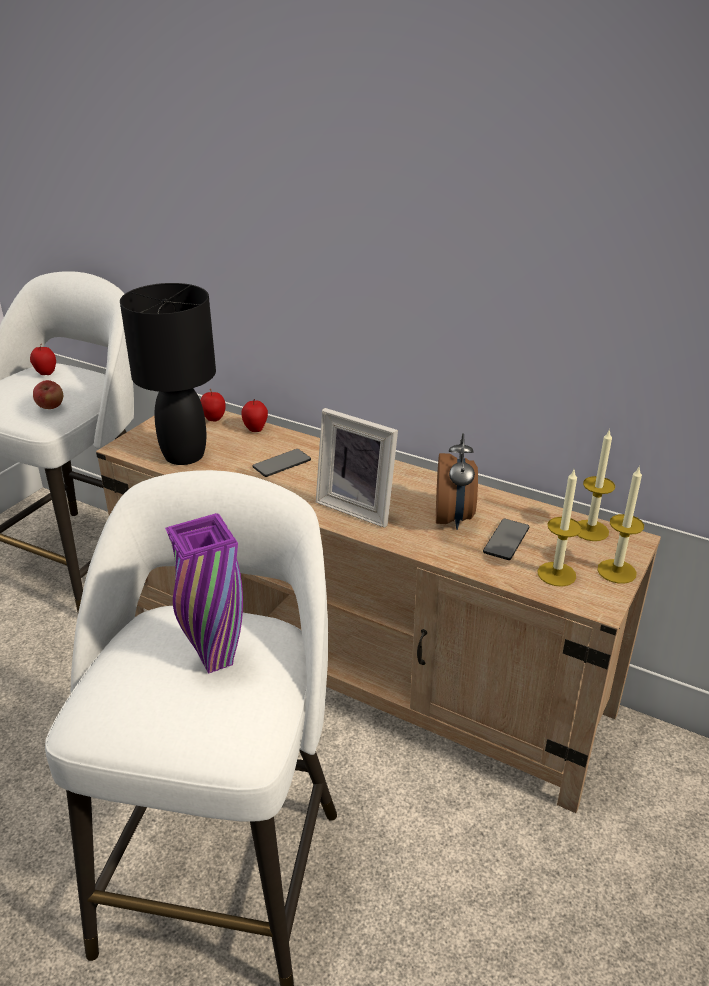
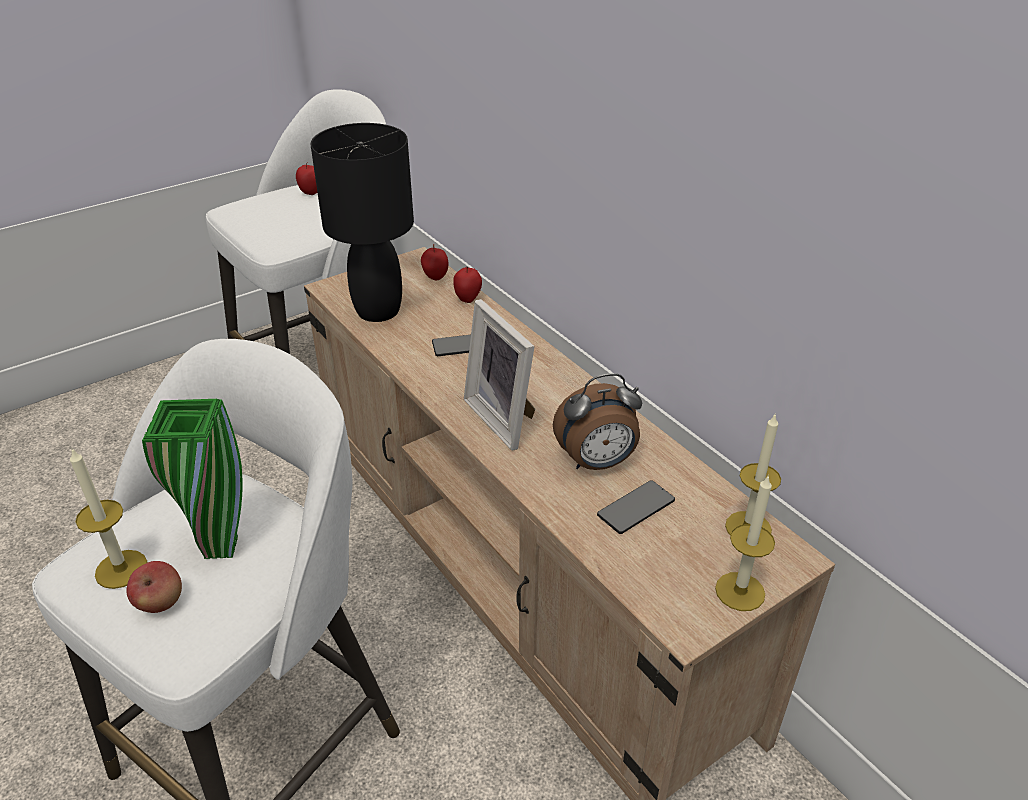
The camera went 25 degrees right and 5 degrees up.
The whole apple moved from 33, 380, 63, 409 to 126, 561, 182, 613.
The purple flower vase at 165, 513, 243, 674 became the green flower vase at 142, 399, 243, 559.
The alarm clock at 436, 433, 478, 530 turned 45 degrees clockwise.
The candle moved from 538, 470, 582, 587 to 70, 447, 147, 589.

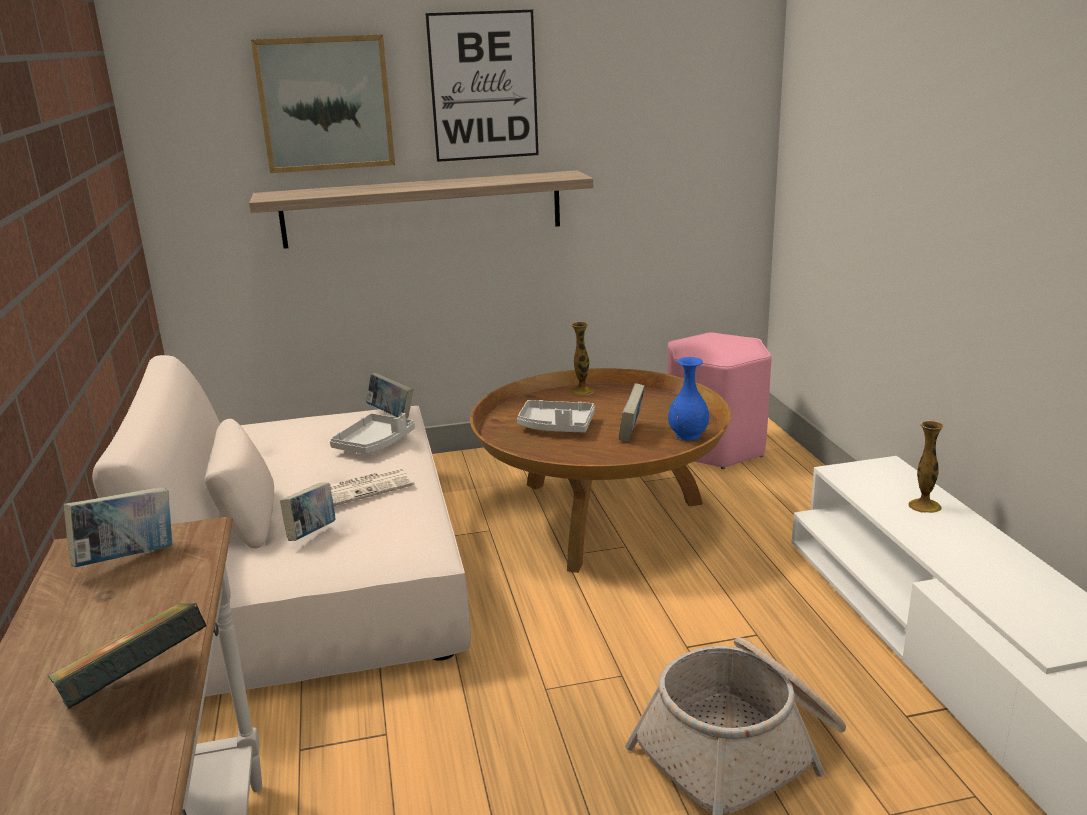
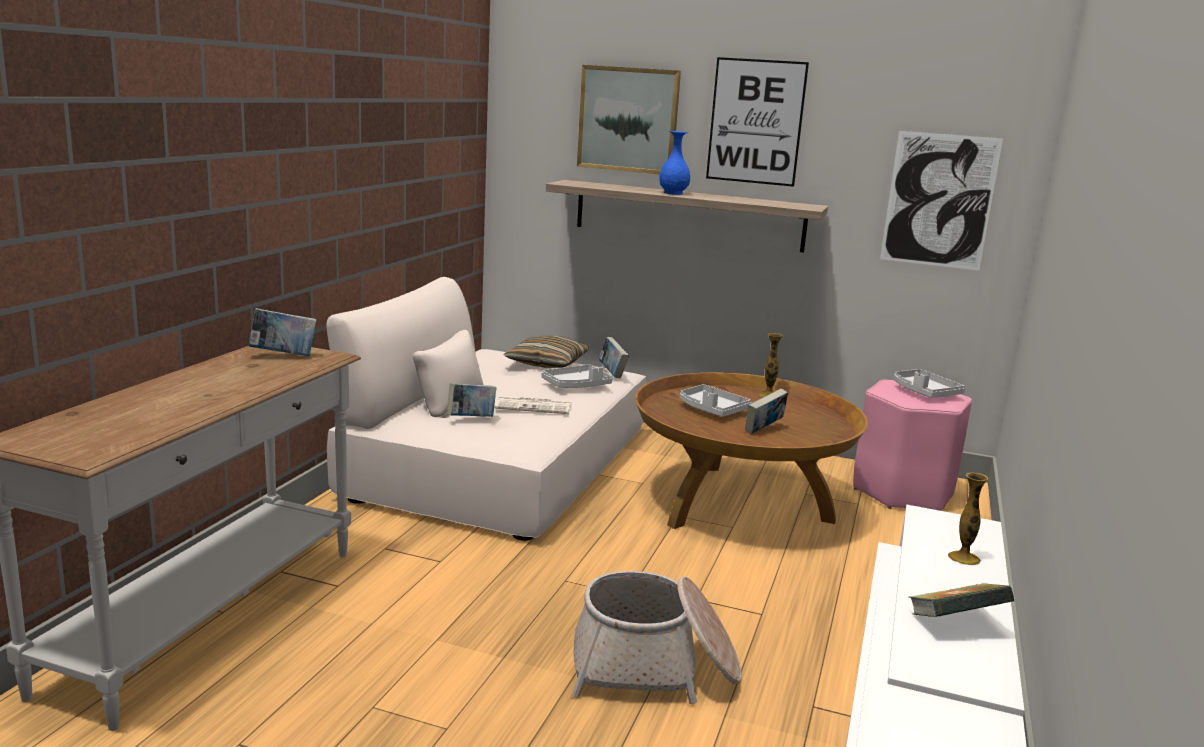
The camera went 30 degrees right and 5 degrees down.
The volume moved from 48, 603, 207, 710 to 909, 583, 1014, 617.
The bluish flower vase moved from 668, 357, 709, 440 to 659, 131, 690, 195.
The pillow at 504, 336, 590, 368 appeared.
The wall picture at 880, 131, 1003, 270 appeared.
The greyish carrying tray at 894, 369, 965, 398 appeared.

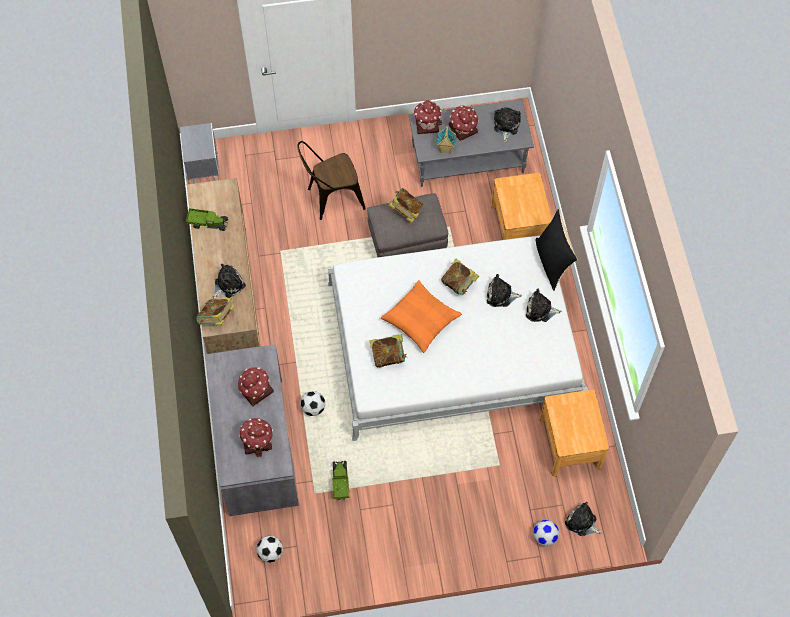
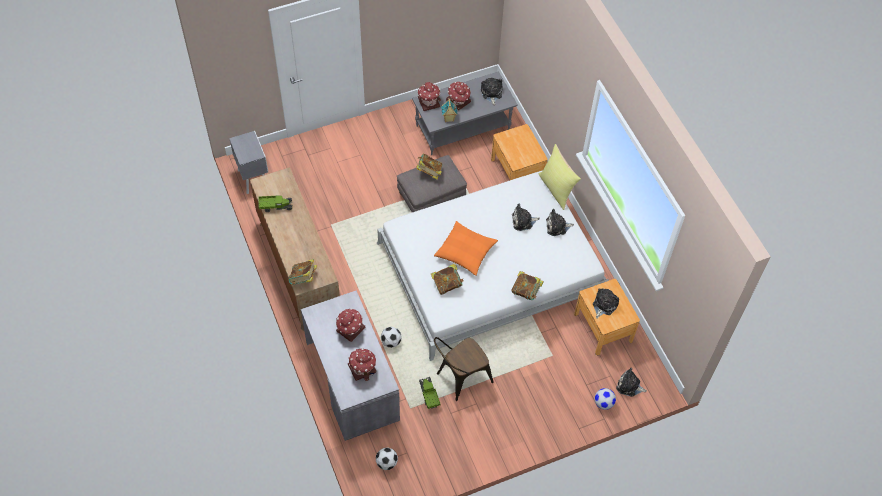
The camera went 15 degrees left and 5 degrees down.
The cuddly toy moved from 212, 264, 246, 299 to 593, 288, 619, 319.
The brownish chair moved from 297, 141, 366, 220 to 434, 337, 494, 401.
The volume moved from 441, 259, 479, 295 to 511, 271, 544, 300.
The blackish pillow at 536, 209, 577, 291 became the yellowish pillow at 539, 144, 581, 210.

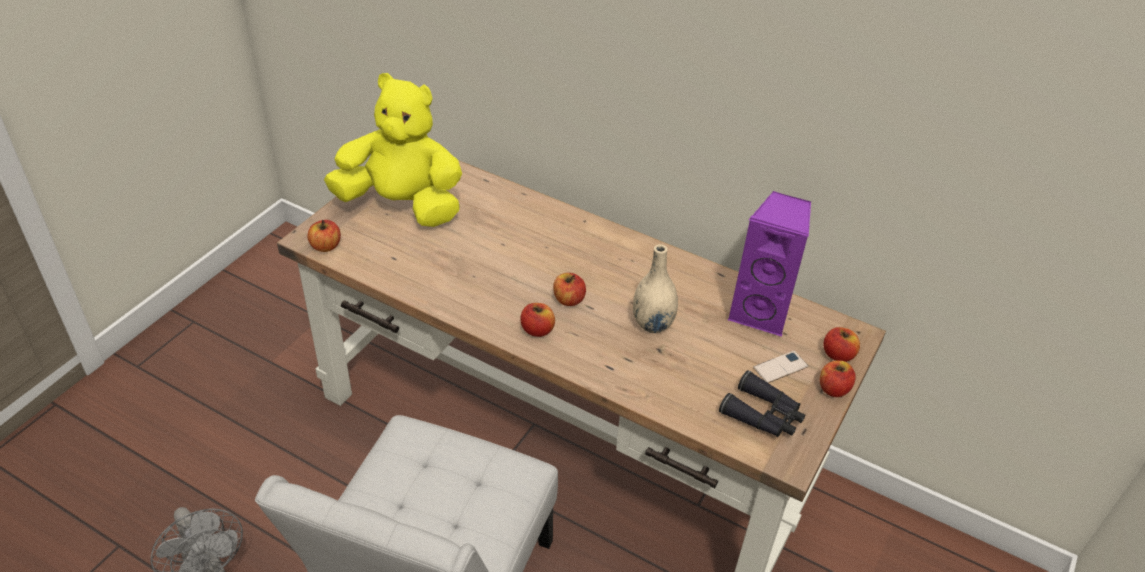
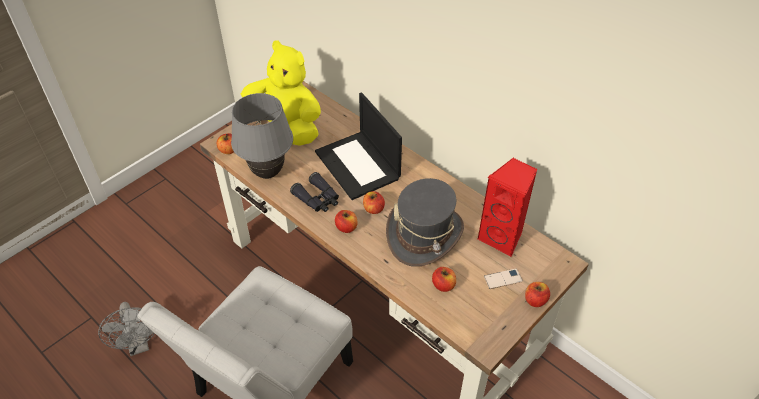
The camera went 15 degrees right and 5 degrees up.
The beige flower vase at 633, 244, 678, 333 was replaced by the greyish hat at 386, 178, 464, 267.
The blackish binoculars moved from 719, 370, 805, 437 to 290, 172, 339, 212.
The purple speaker at 728, 191, 811, 337 became the red speaker at 478, 158, 537, 257.
The whole apple moved from 824, 327, 860, 362 to 432, 267, 456, 292.
The greyish lamp for a table at 231, 93, 293, 179 appeared.
The notebook computer at 315, 92, 402, 200 appeared.

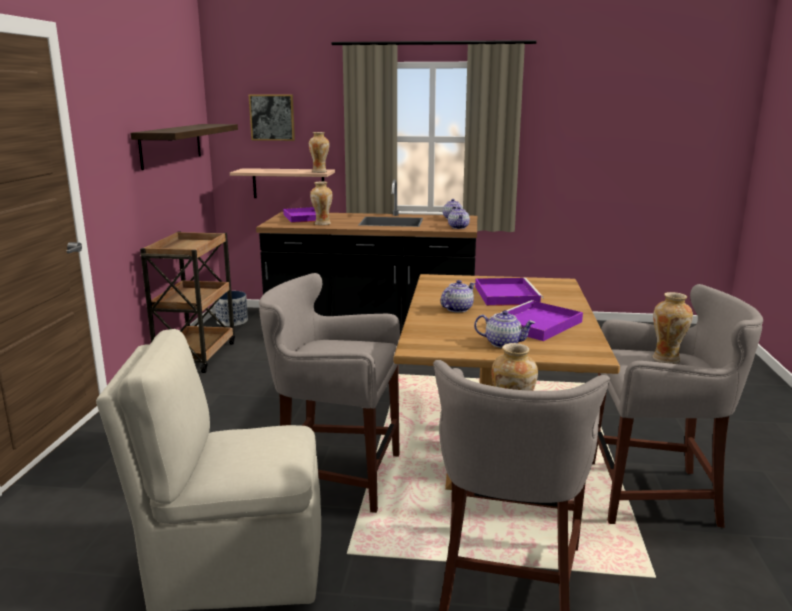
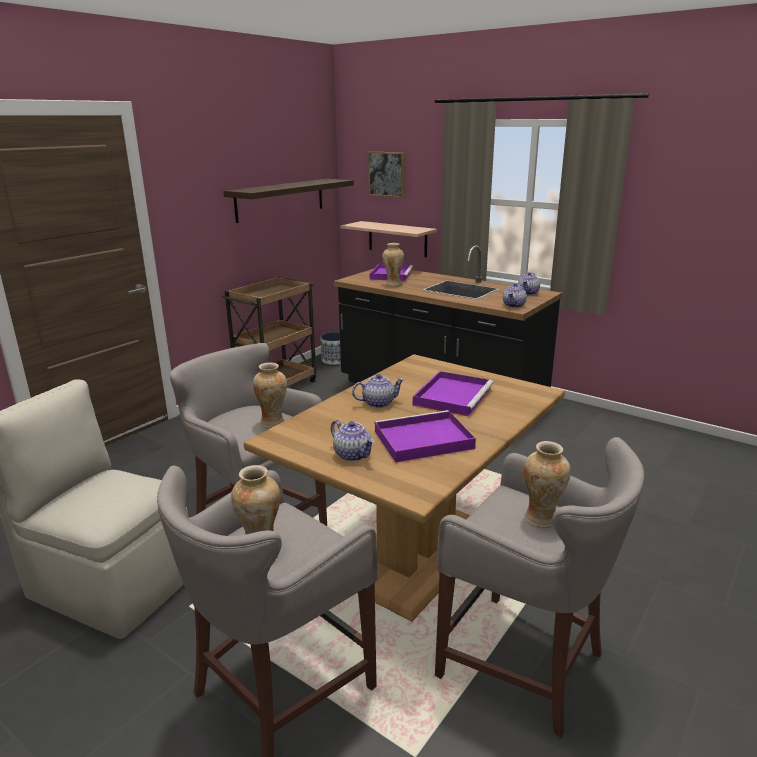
The camera went 30 degrees right and 5 degrees up.
The flower vase moved from 309, 132, 329, 173 to 253, 362, 287, 428.

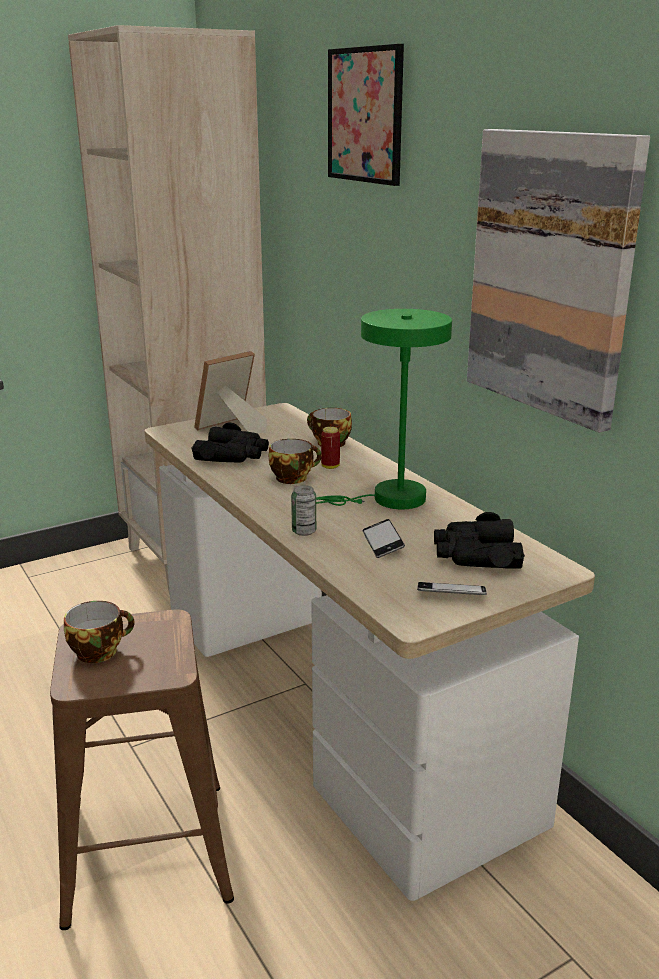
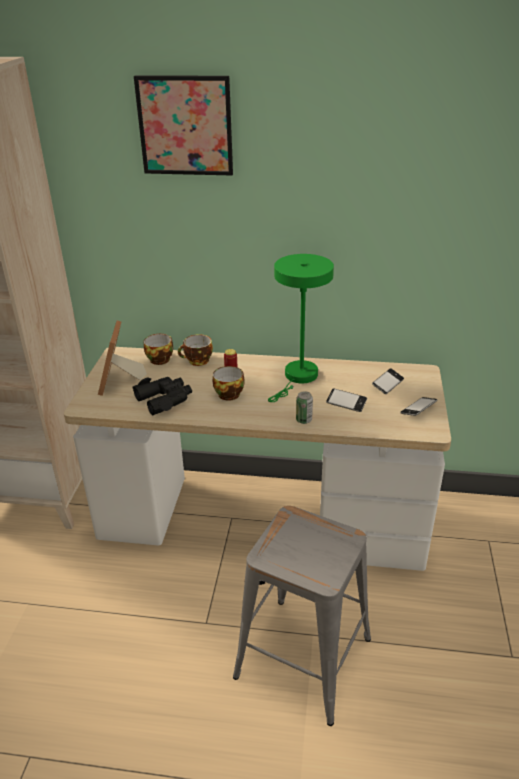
The camera went 50 degrees left and 10 degrees up.
The brownish stool at 50, 610, 234, 930 became the greyish stool at 233, 506, 371, 726.
The small cup moved from 64, 601, 135, 663 to 144, 334, 173, 365.
The blackish binoculars at 434, 512, 525, 569 was replaced by the phone at 372, 368, 404, 394.
The wall picture at 467, 129, 650, 433 disappeared.

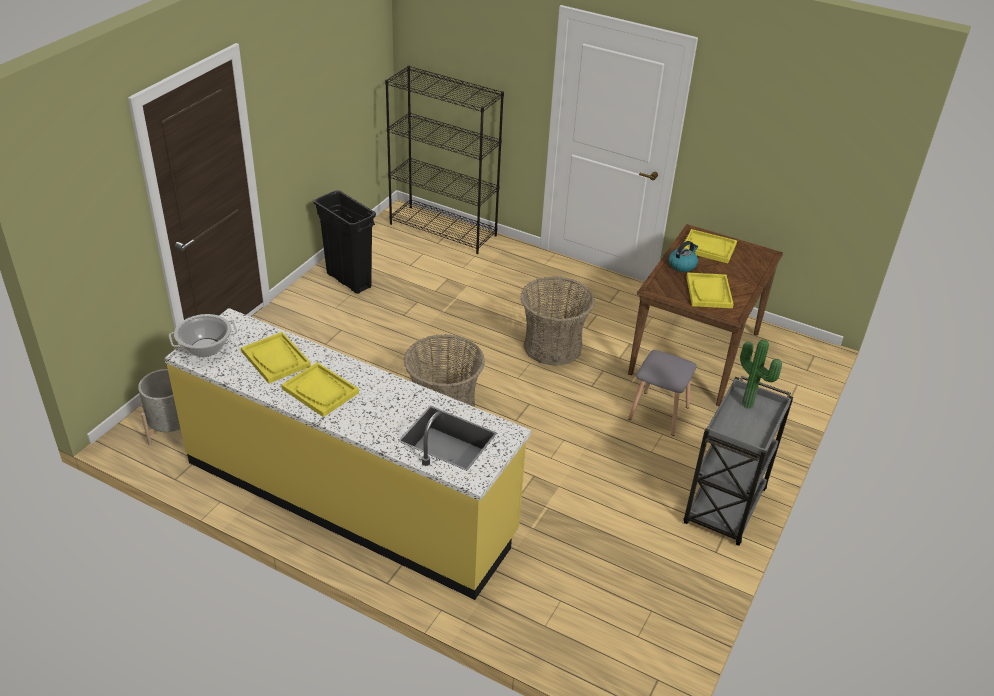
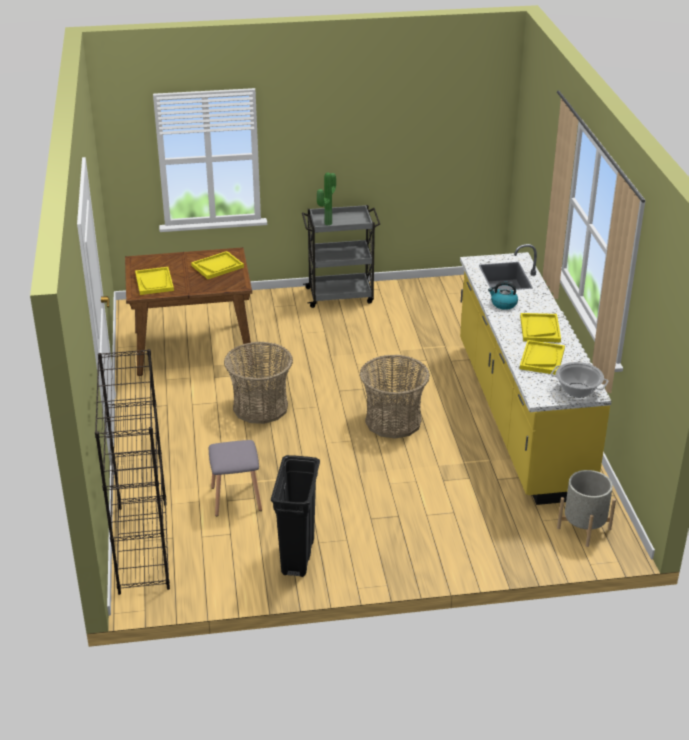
The camera went 125 degrees left and 5 degrees down.
The greyish stool moved from 628, 350, 697, 436 to 209, 440, 262, 516.
The water kettle moved from 669, 241, 698, 272 to 488, 282, 518, 310.

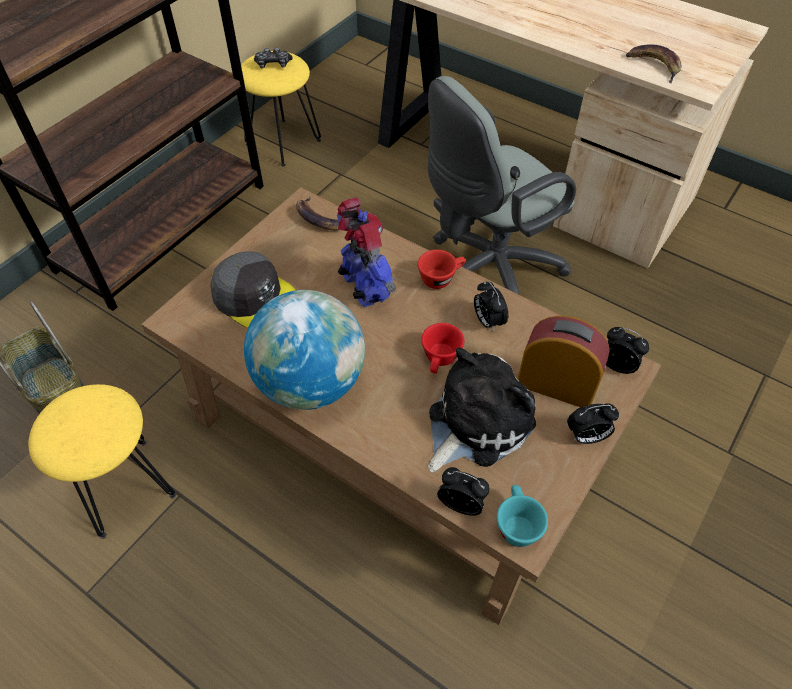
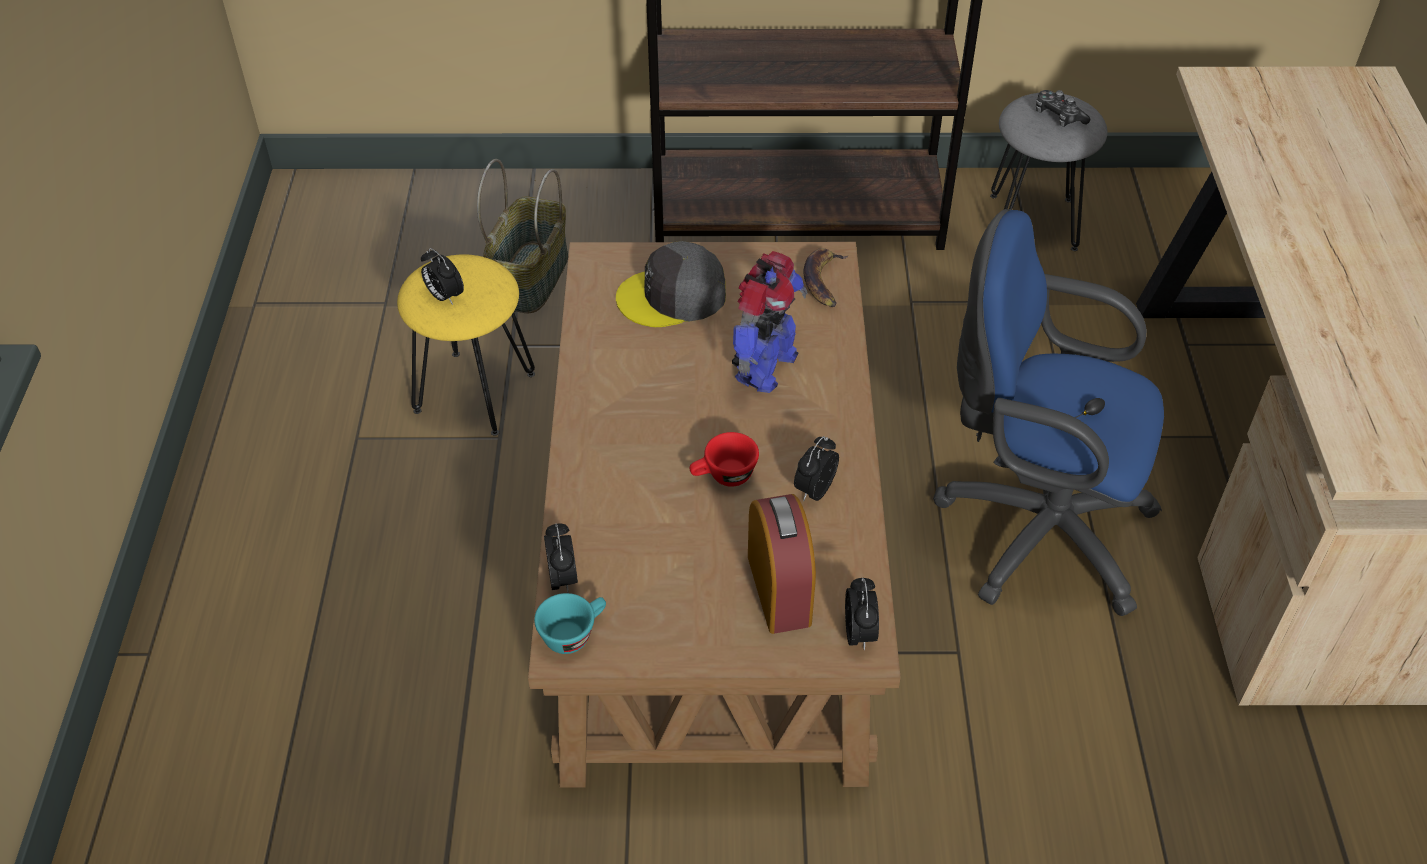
The camera went 55 degrees right and 5 degrees down.
The greyish peaked cap at 210, 251, 295, 328 turned 75 degrees clockwise.
The yellowish stool at 241, 51, 321, 166 became the greyish stool at 990, 93, 1108, 251.
The world globe at 244, 290, 365, 410 disappeared.
The red small cup at 418, 250, 465, 289 disappeared.
The greyish office chair at 428, 76, 576, 295 became the bluish office chair at 933, 209, 1164, 616.
The cuddly toy at 428, 347, 536, 472 disappeared.
The alarm clock moved from 567, 403, 619, 444 to 421, 248, 464, 305.
The banana fruit at 626, 44, 682, 83 disappeared.

